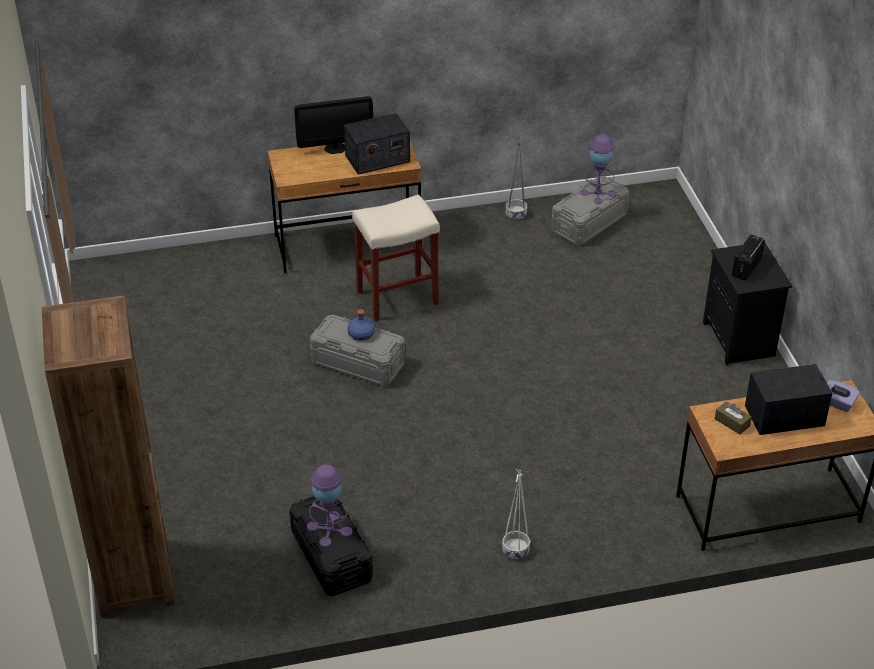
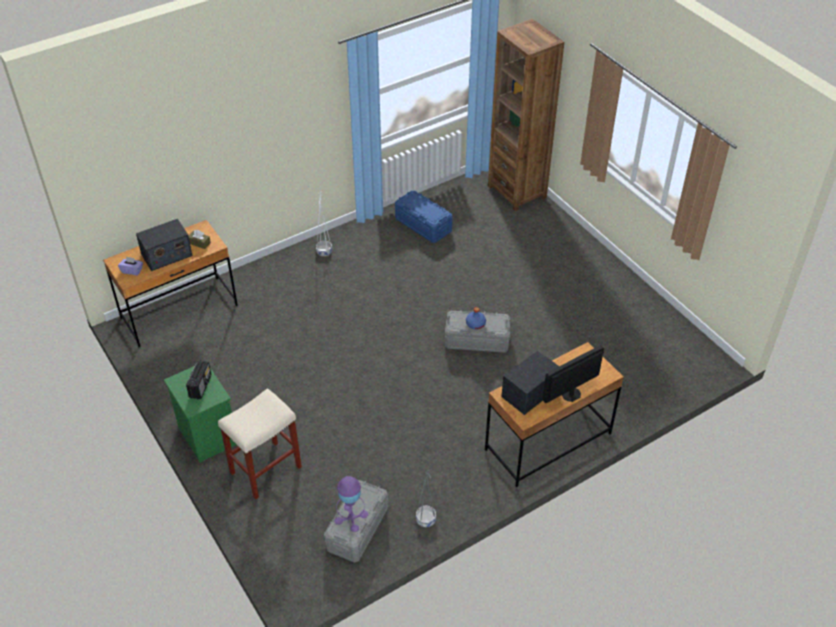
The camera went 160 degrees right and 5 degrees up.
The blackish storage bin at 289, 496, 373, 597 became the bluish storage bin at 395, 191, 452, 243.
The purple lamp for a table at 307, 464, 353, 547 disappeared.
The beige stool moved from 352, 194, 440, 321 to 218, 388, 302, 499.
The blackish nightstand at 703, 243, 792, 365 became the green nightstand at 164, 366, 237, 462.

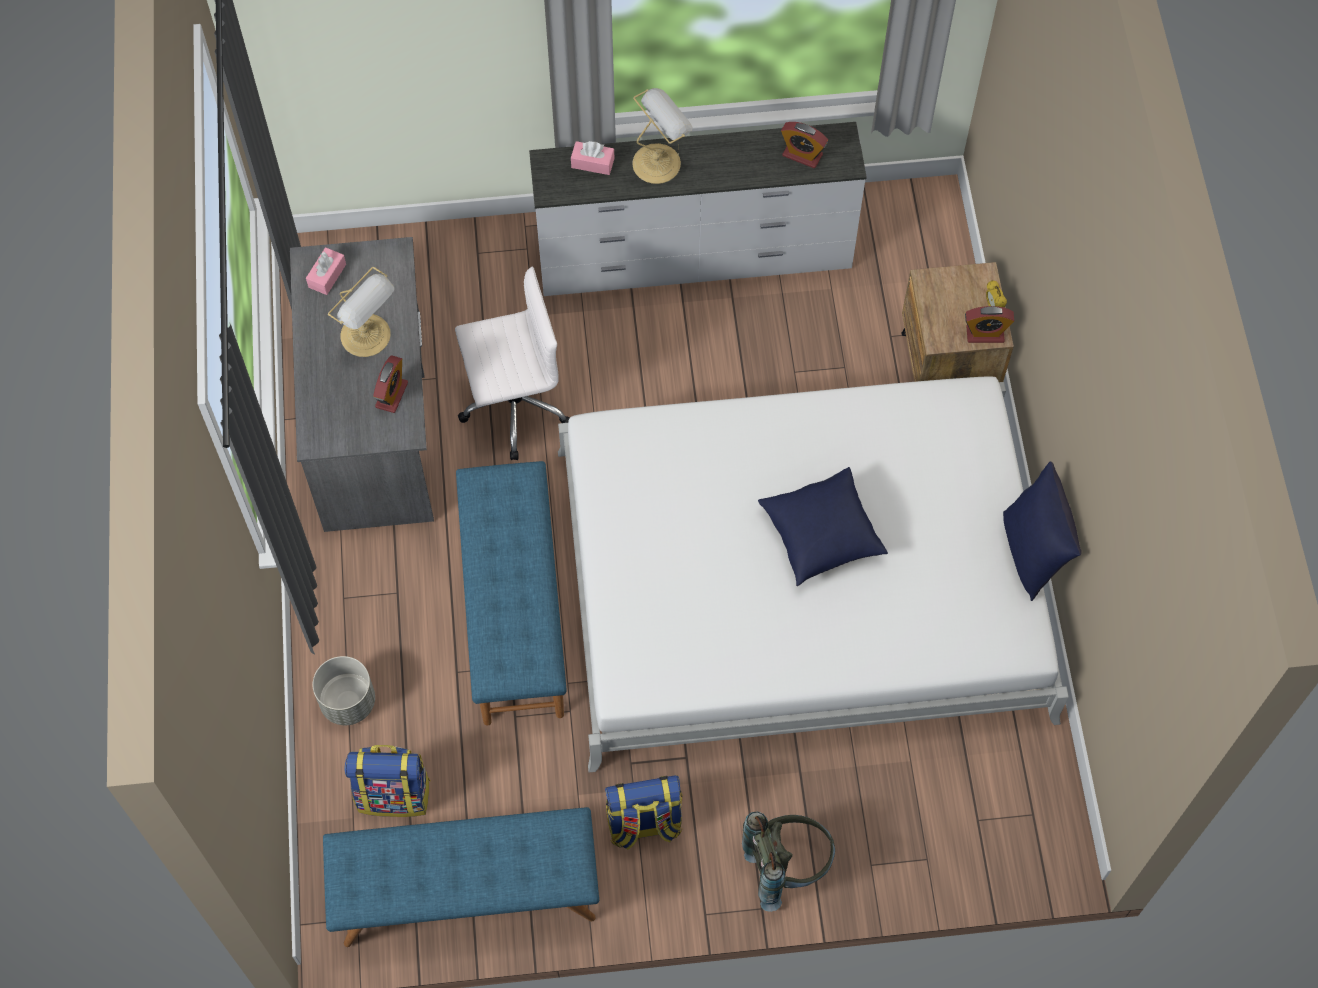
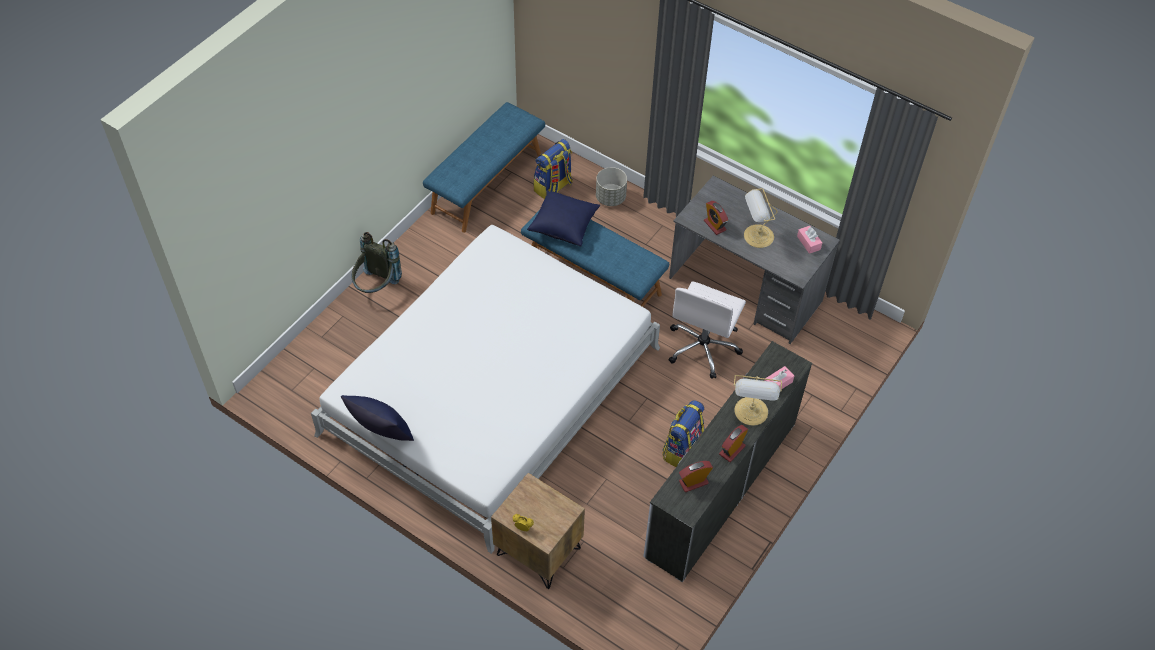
The camera went 130 degrees right and 10 degrees down.
The backpack moved from 605, 775, 683, 850 to 662, 400, 705, 467.
The bluish pillow moved from 758, 467, 888, 586 to 527, 190, 600, 246.
The alarm clock moved from 965, 306, 1015, 343 to 719, 425, 748, 462.

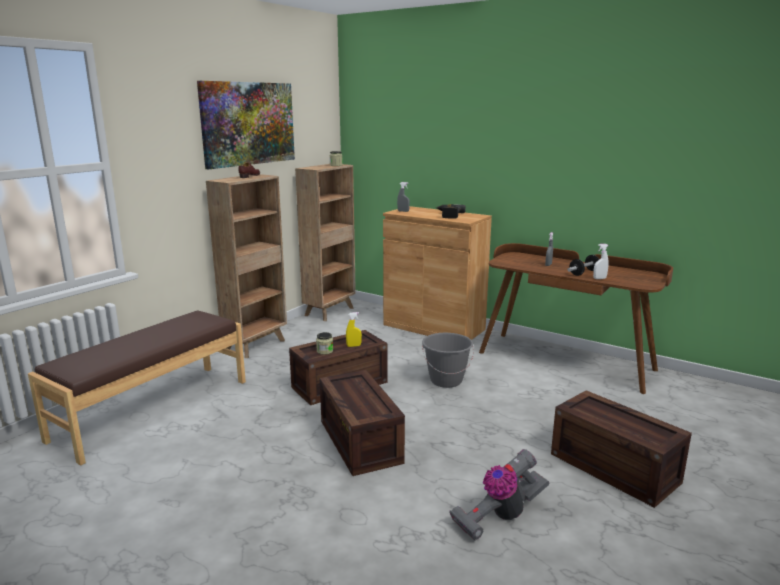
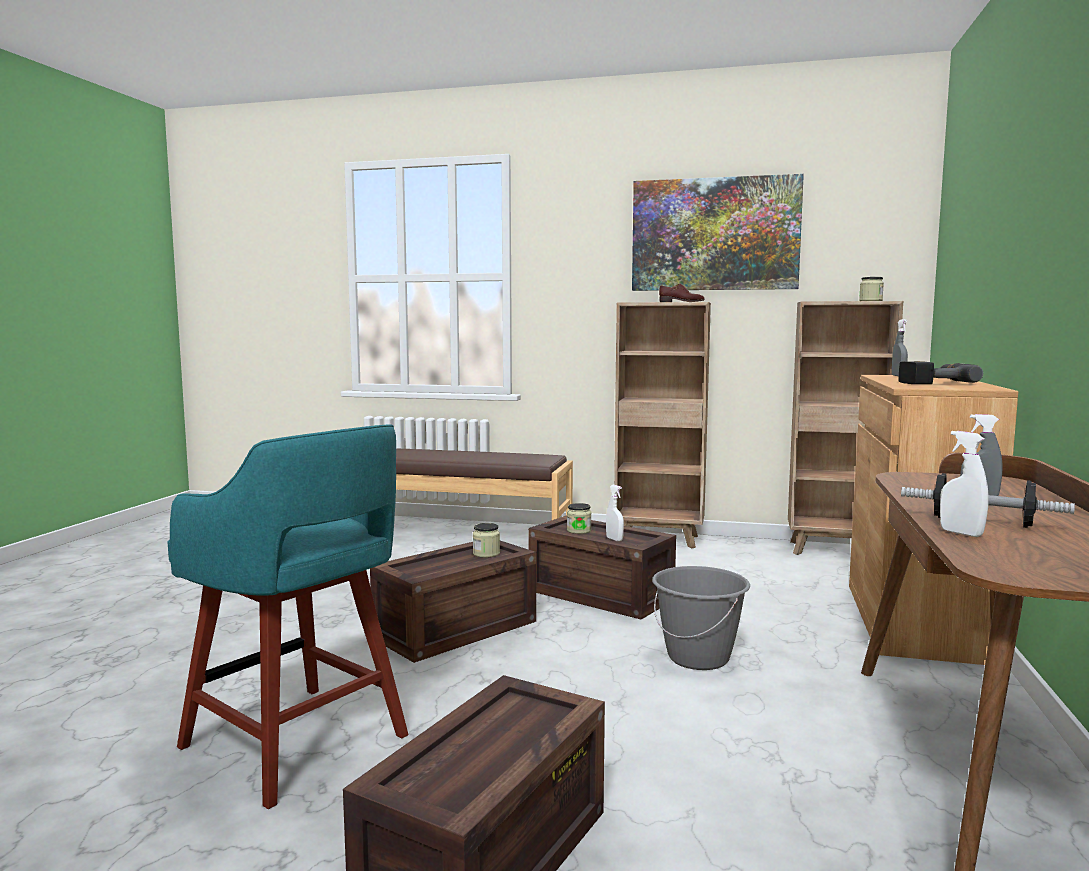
The camera went 70 degrees right and 10 degrees down.
The yellowish sprayer at 346, 312, 362, 347 became the whitish sprayer at 606, 485, 624, 541.
The vacuum at 449, 449, 549, 541 was replaced by the blue-green stool at 167, 424, 408, 809.
The storage jar at 473, 523, 500, 558 appeared.

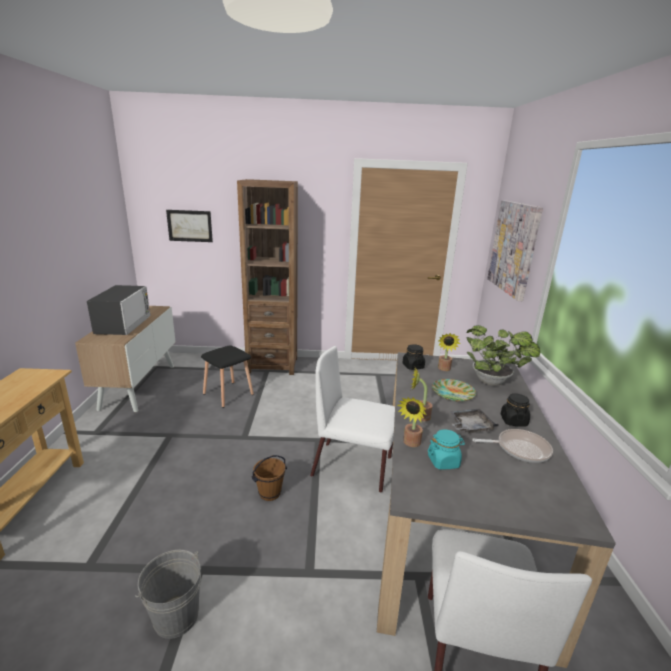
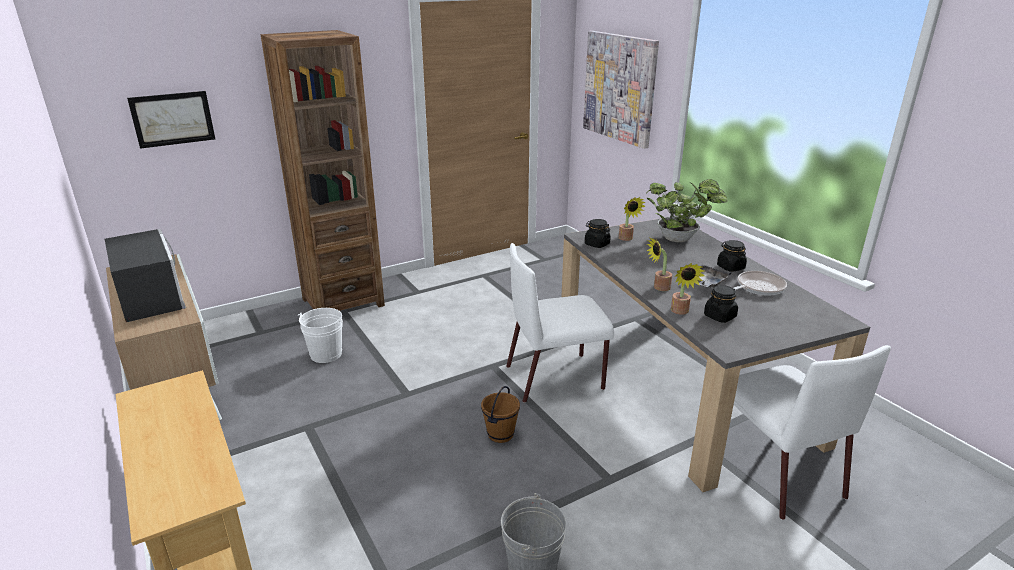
The camera went 30 degrees left and 5 degrees up.
The blackish stool at 201, 345, 254, 408 was replaced by the whitish water bucket at 297, 308, 343, 363.
The blue-green storage jar at 428, 429, 465, 469 became the blackish storage jar at 704, 285, 738, 323.
The dinner plate at 432, 379, 476, 402 disappeared.

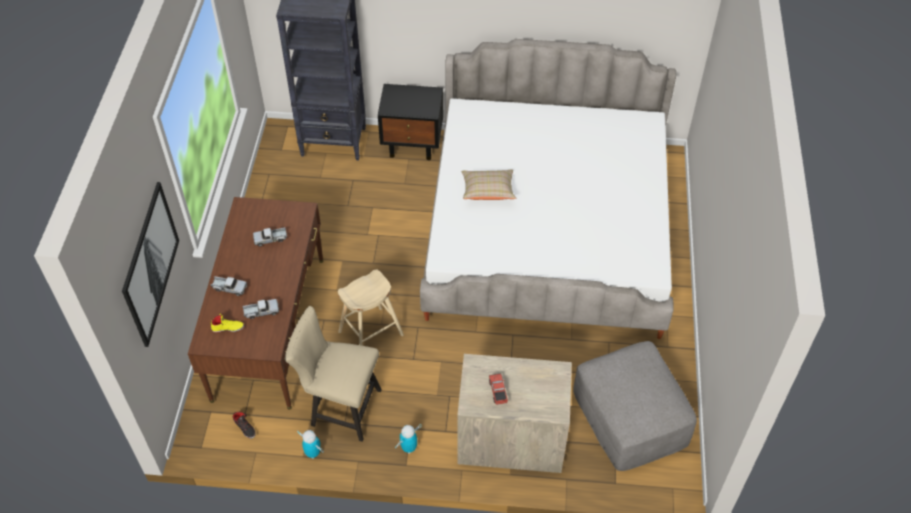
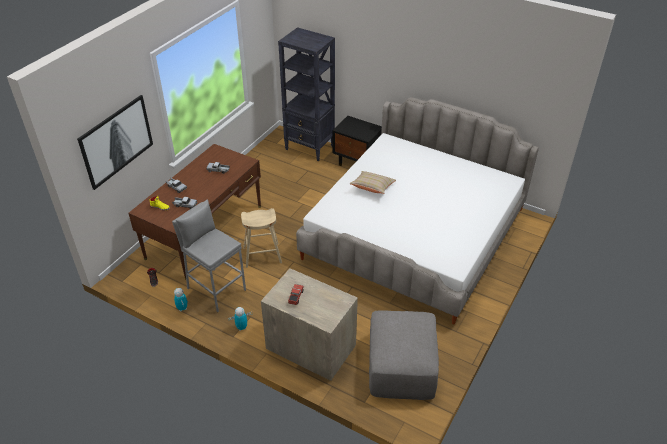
The camera went 25 degrees right and 10 degrees down.
The beige chair at 285, 306, 382, 442 was replaced by the greyish stool at 172, 200, 246, 312.

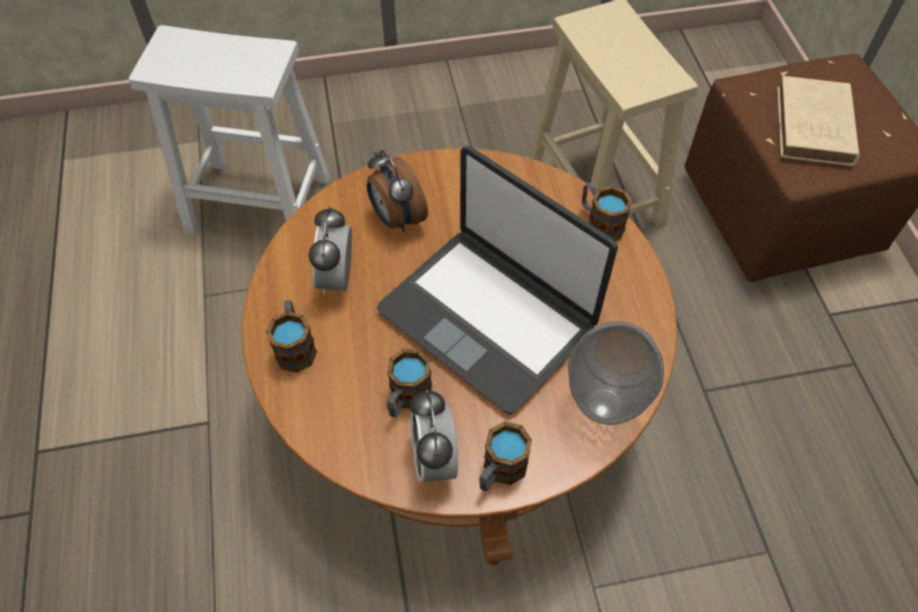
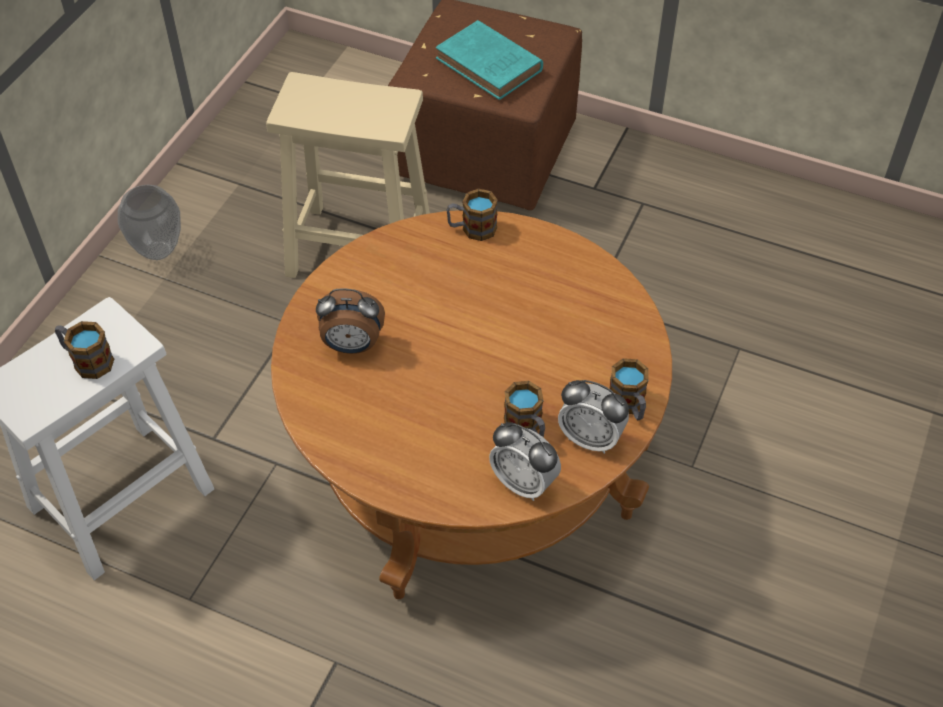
The camera went 55 degrees left and 5 degrees down.
The coffee mug moved from 266, 300, 317, 373 to 55, 321, 114, 379.
The alarm clock moved from 309, 206, 352, 294 to 489, 422, 561, 501.
The notebook computer at 377, 146, 618, 415 disappeared.
The flower vase moved from 568, 321, 664, 425 to 118, 185, 181, 260.
The beige volume at 777, 76, 860, 166 became the blue-green volume at 436, 20, 543, 100.

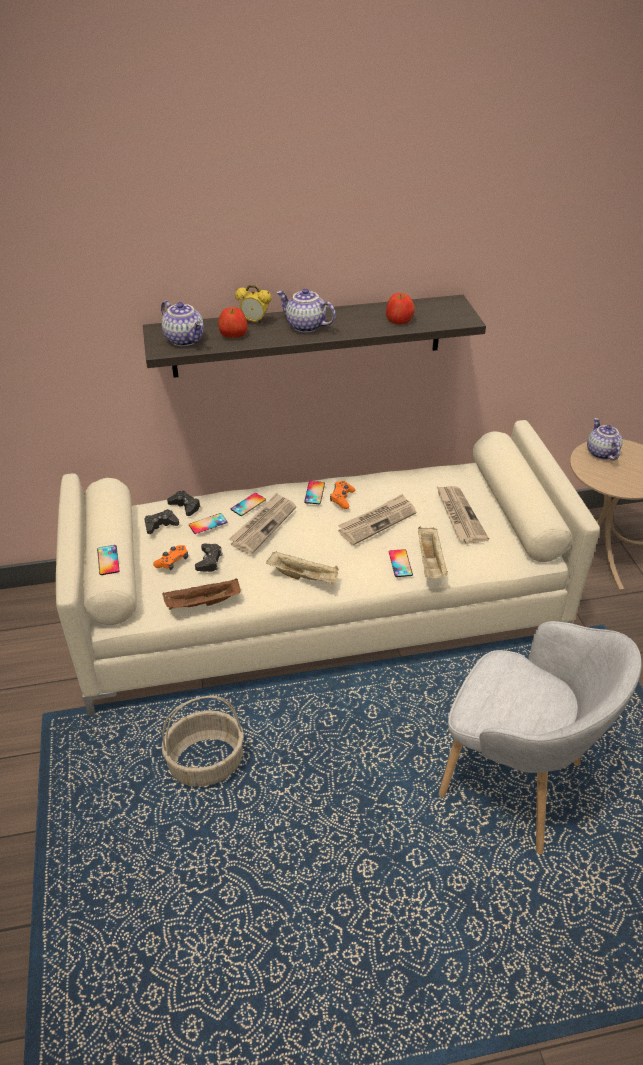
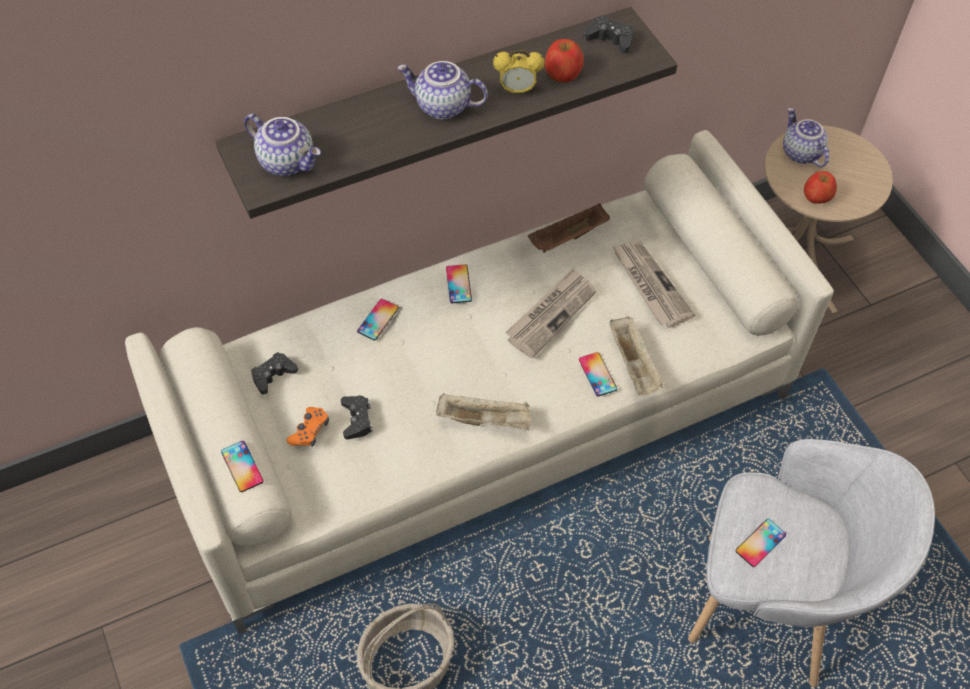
The camera went 15 degrees left and 15 degrees up.
The brownish carrying tray moved from 163, 579, 241, 610 to 528, 203, 610, 253.
The blackish joypad moved from 167, 491, 200, 516 to 583, 15, 634, 53.
The phone moved from 189, 513, 228, 534 to 736, 519, 786, 567.
The whole apple moved from 218, 307, 248, 338 to 804, 171, 837, 204.
The newspaper at 229, 493, 296, 554 disappeared.
The alarm clock moved from 235, 285, 271, 324 to 493, 49, 545, 94.
The orange-coloured joypad at 330, 481, 355, 509 disappeared.

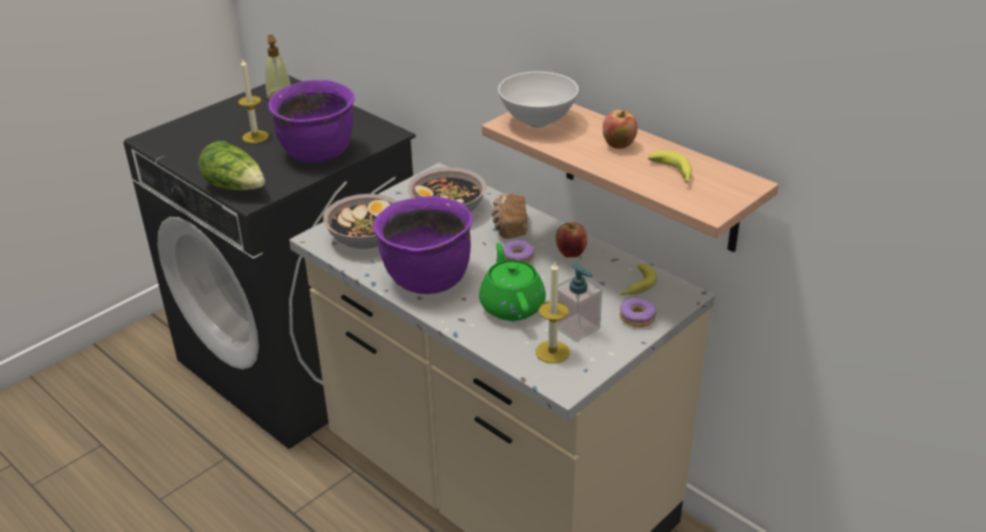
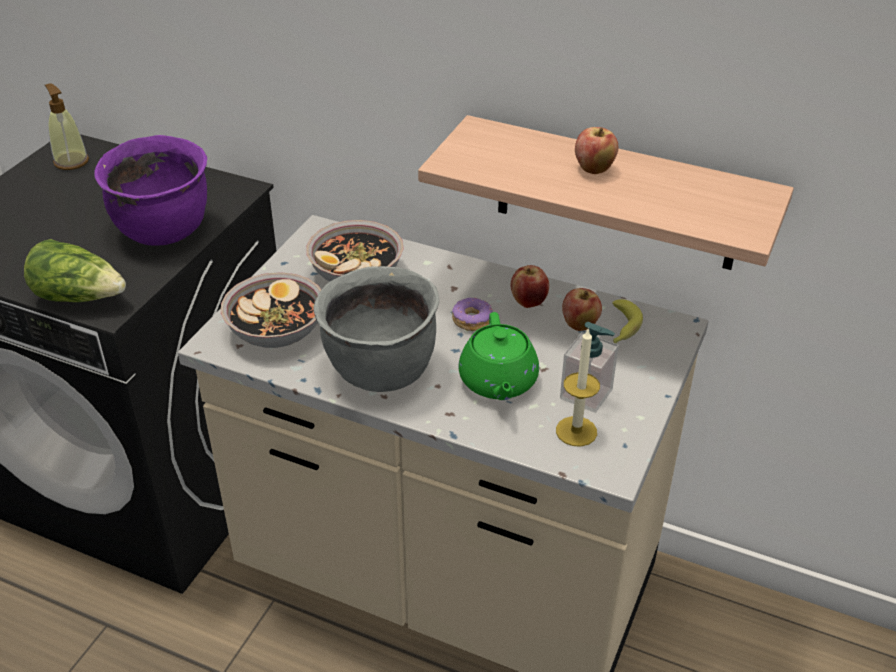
The camera went 20 degrees left and 5 degrees up.
The candle at 238, 58, 269, 143 disappeared.
The purple saucepot at 373, 196, 473, 294 became the greyish saucepot at 314, 266, 439, 392.
The green tea pot at 479, 243, 546, 321 turned 150 degrees counterclockwise.
The baked bread at 492, 194, 527, 239 disappeared.
The whitish bowl at 498, 71, 579, 128 disappeared.
The ring doughnut at 620, 298, 656, 327 disappeared.
The banana fruit at 648, 151, 692, 183 disappeared.
The whole apple at 562, 288, 602, 331 appeared.

